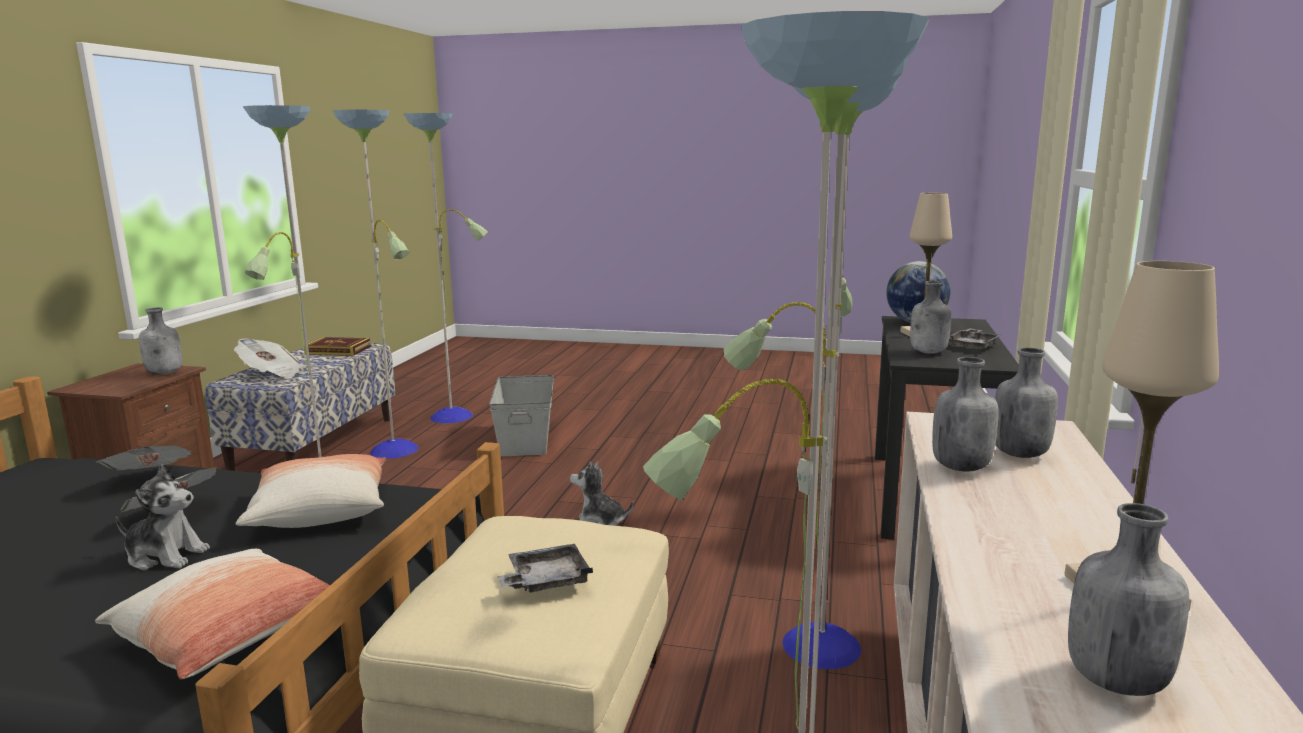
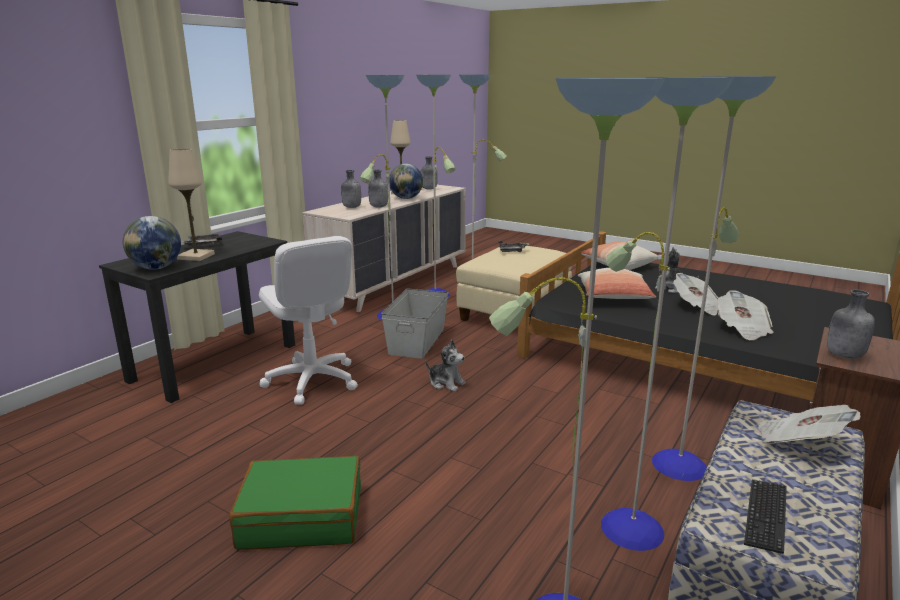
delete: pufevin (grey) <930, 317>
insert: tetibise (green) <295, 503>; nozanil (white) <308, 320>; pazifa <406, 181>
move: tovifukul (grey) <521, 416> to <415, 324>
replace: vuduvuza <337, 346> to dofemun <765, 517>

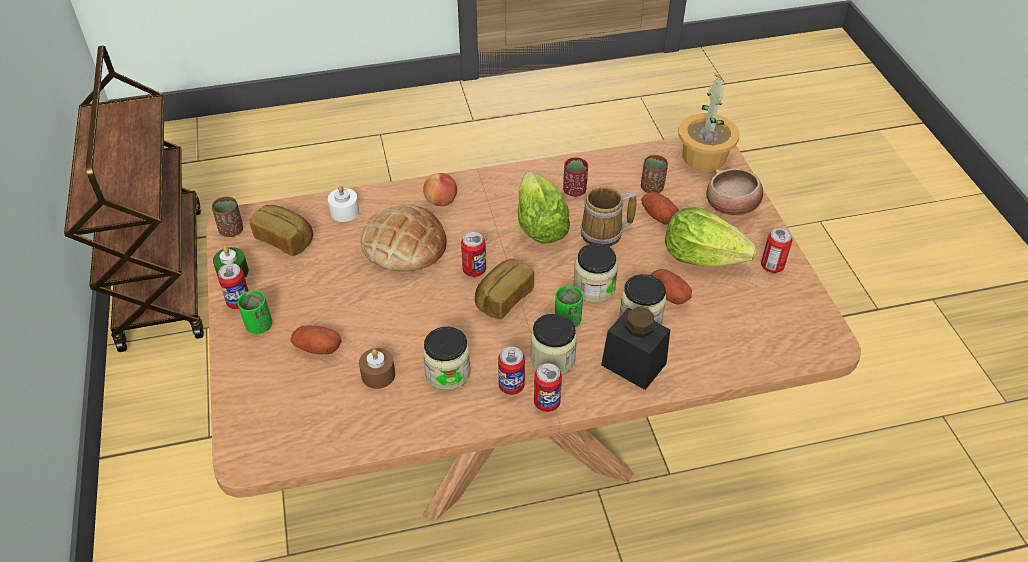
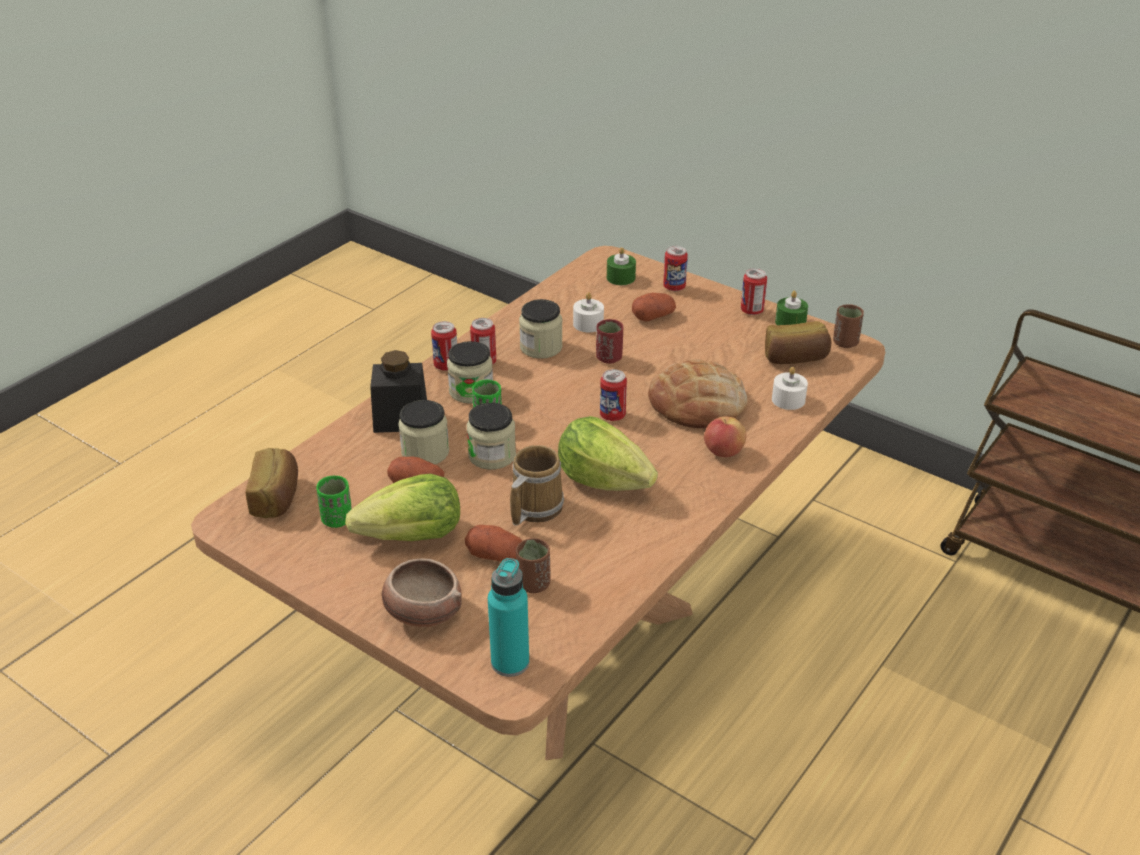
insert: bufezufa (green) <621, 266>
move: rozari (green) <254, 312> to <334, 502>; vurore <504, 289> to <271, 483>; rozari (red) <575, 177> to <609, 341>; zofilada <776, 250> to <675, 268>
replace: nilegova <709, 121> to pufevin (turquoise) <508, 617>
recolor: bufezufa (brown) <377, 368> to bufezufa (white) <588, 312>

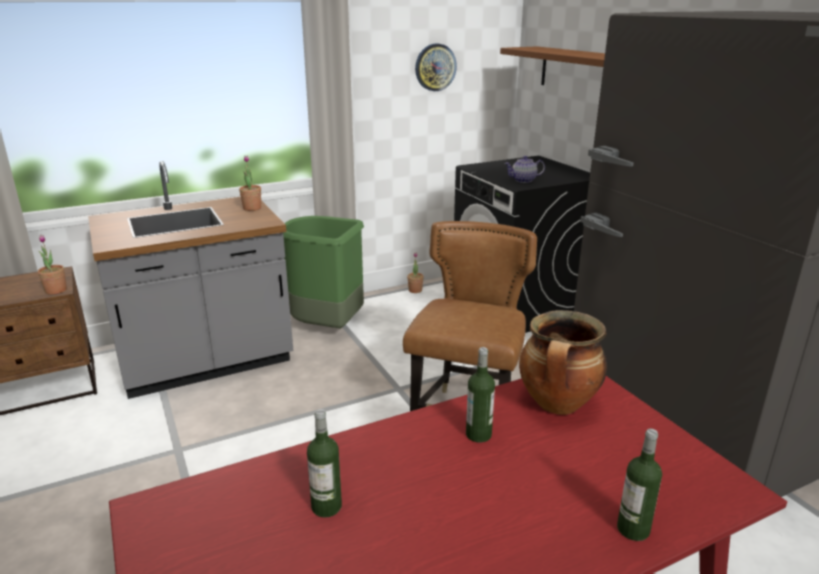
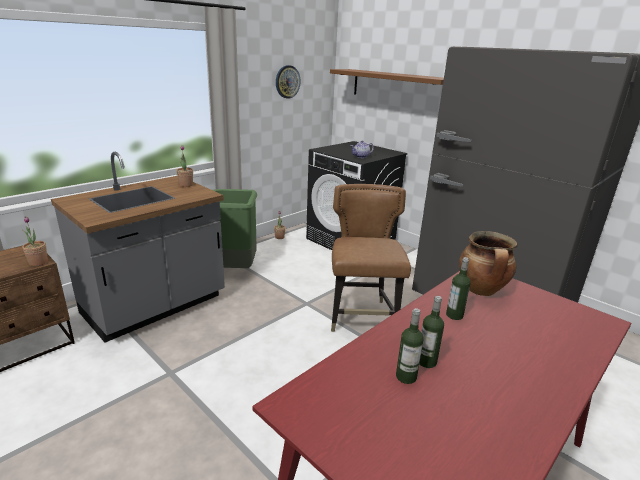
move: pufevin <639, 485> to <431, 332>

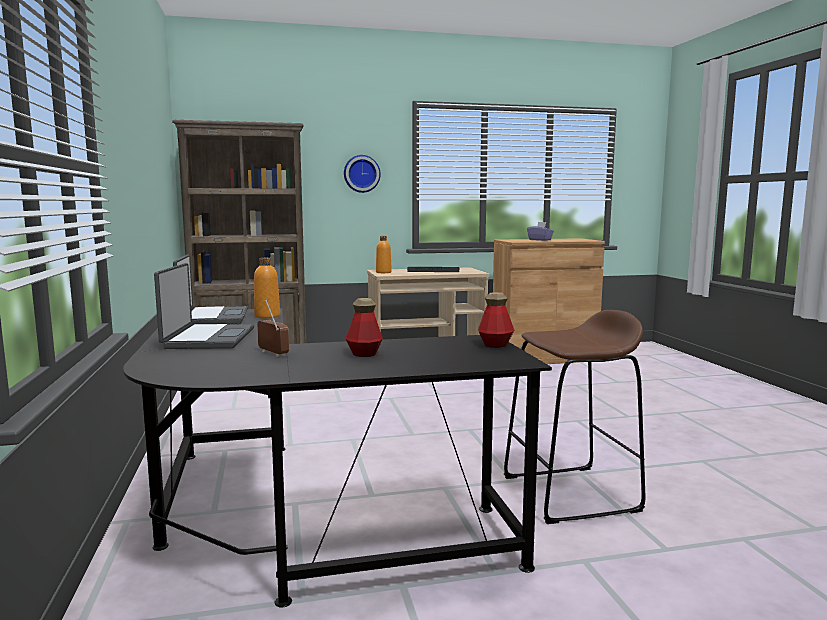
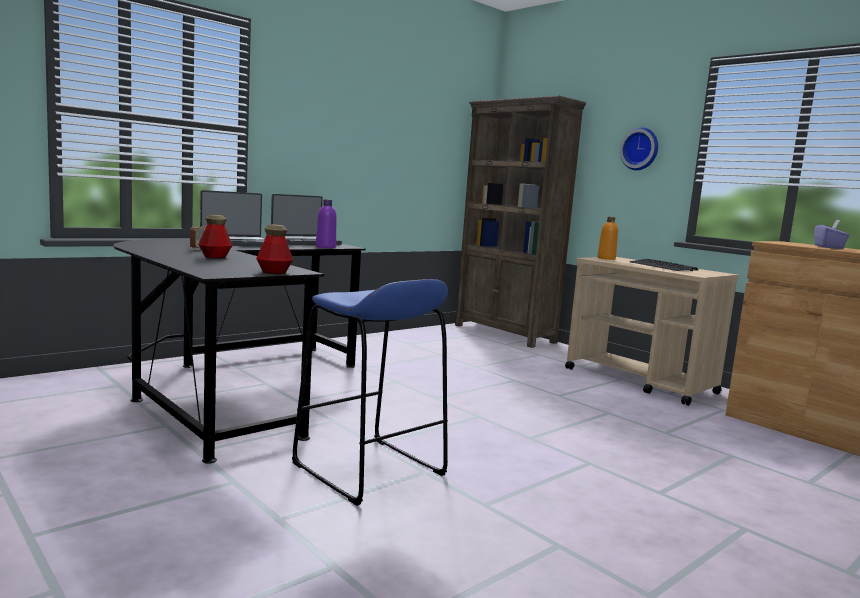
recolor: pufevin (orange) <267, 287> to pufevin (purple) <326, 224>; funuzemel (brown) <575, 417> to funuzemel (blue) <370, 392>

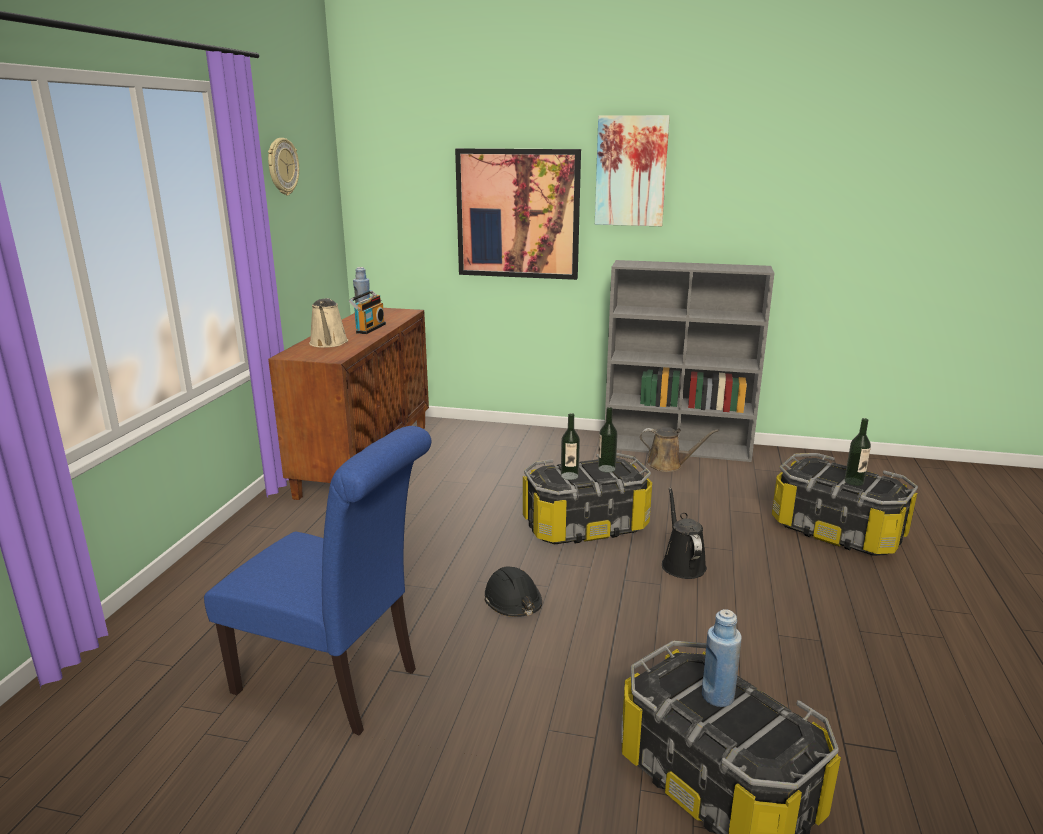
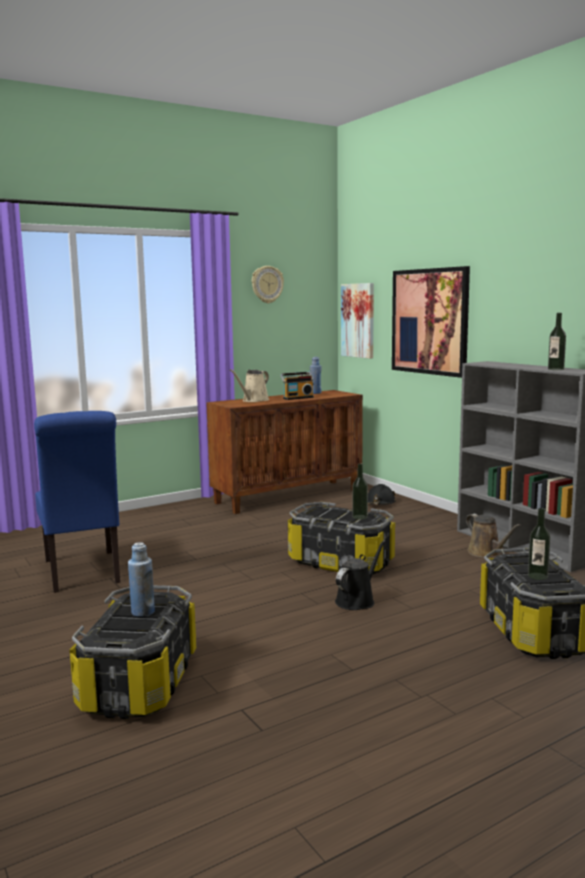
move: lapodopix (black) <513, 591> to <382, 494>; pufevin <570, 446> to <557, 341>; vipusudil <632, 170> to <357, 321>

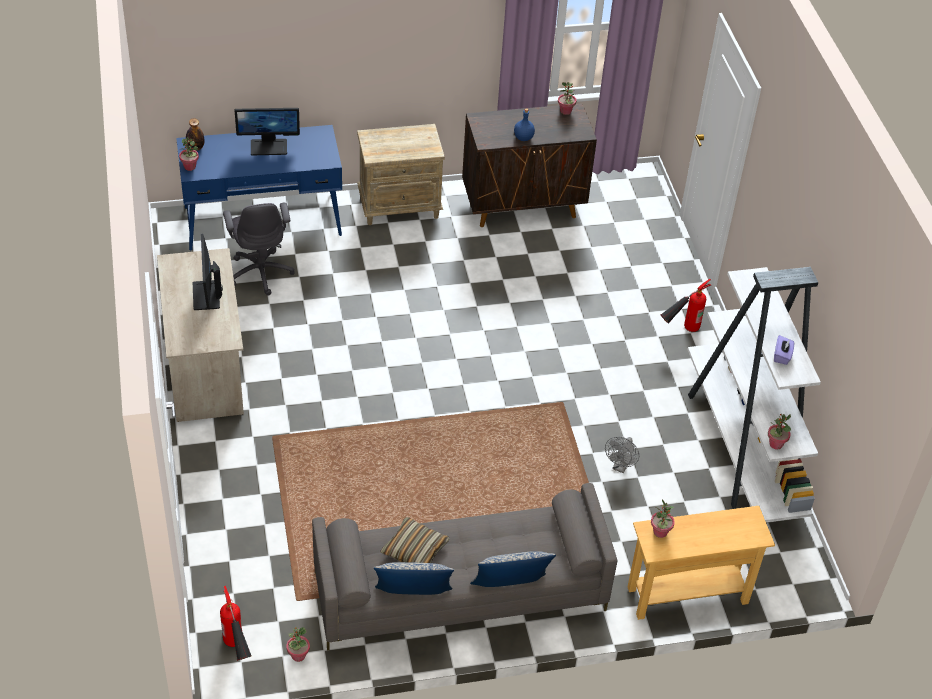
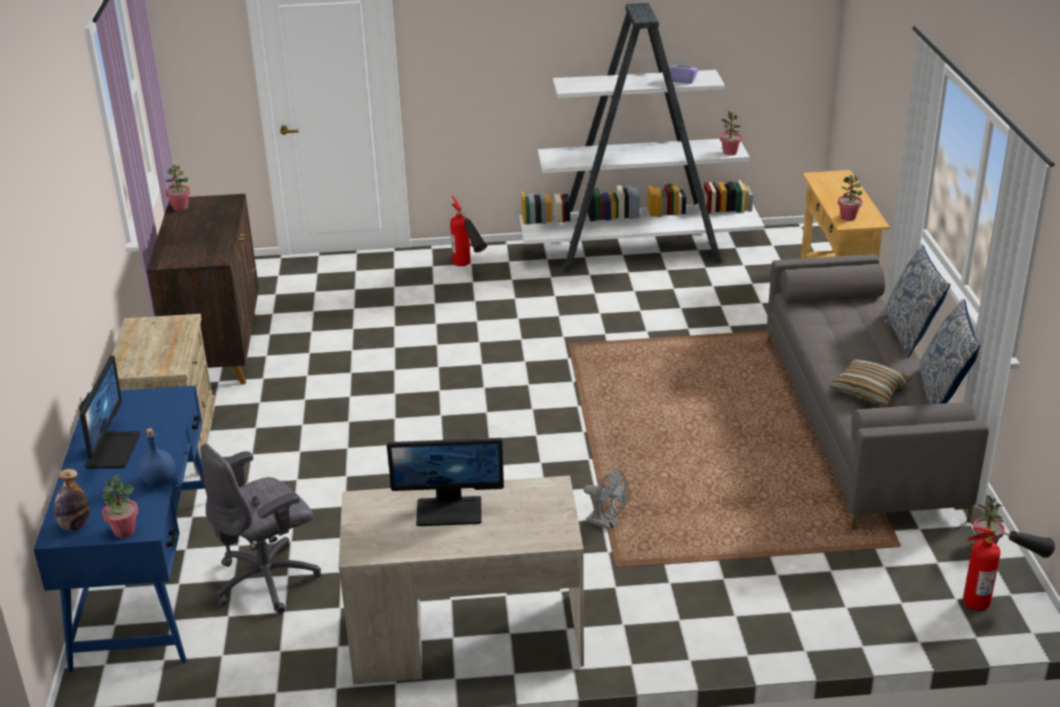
move: pufevin (blue) <524, 124> to <156, 457>; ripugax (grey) <622, 455> to <606, 499>
rotate: nozanil (grey) <259, 249> = <260, 528> 150 degrees clockwise

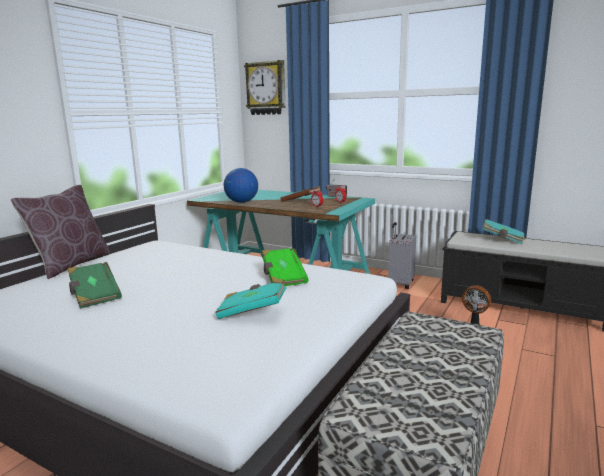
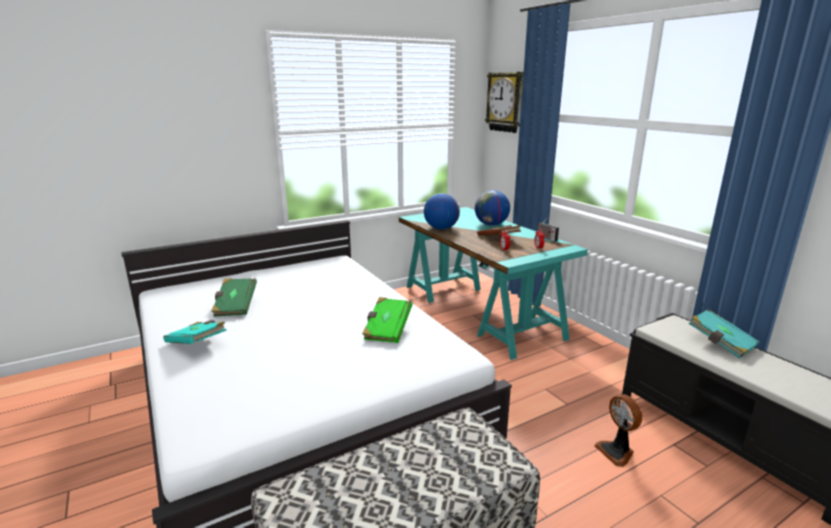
delete: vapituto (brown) <61, 232>; tetibise (grey) <402, 255>
insert: pazifa <492, 208>
move: vuduvuza (turquoise) <250, 299> to <194, 332>

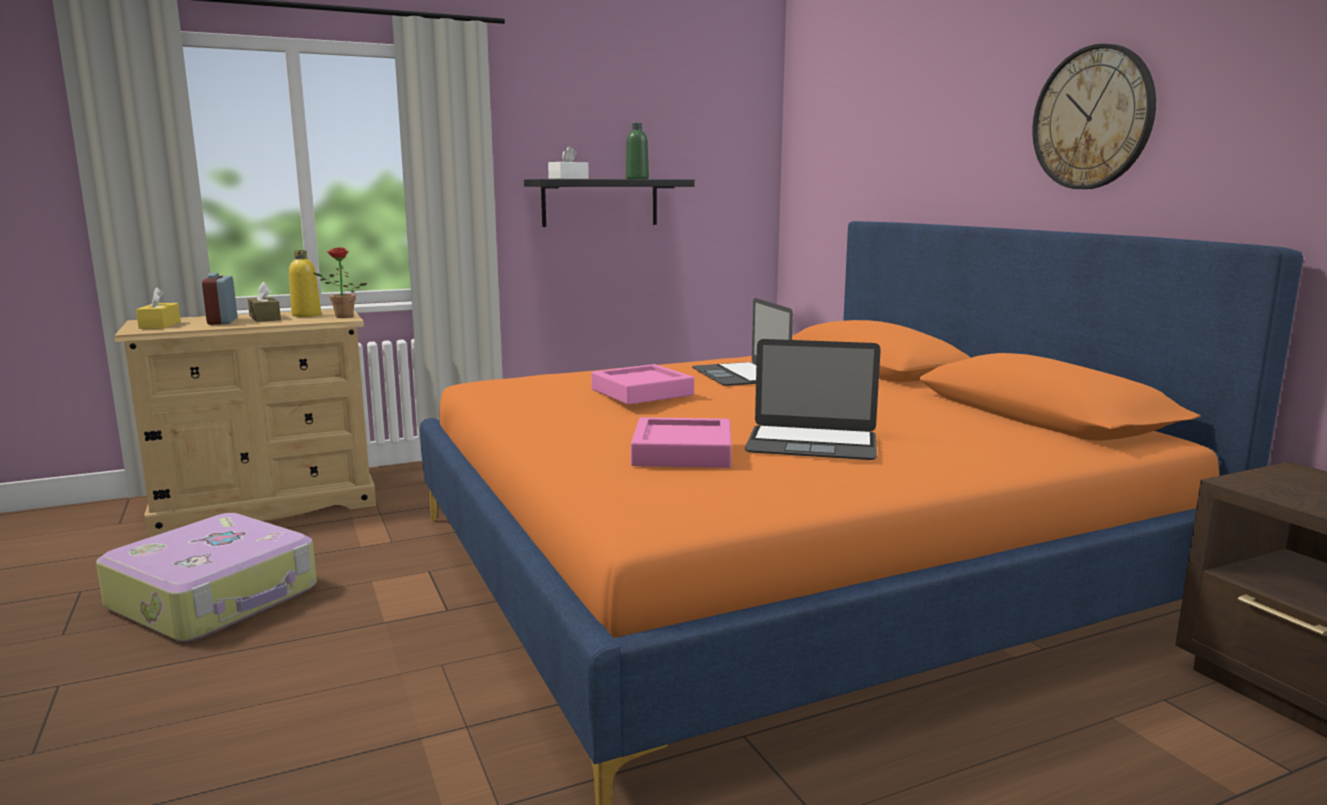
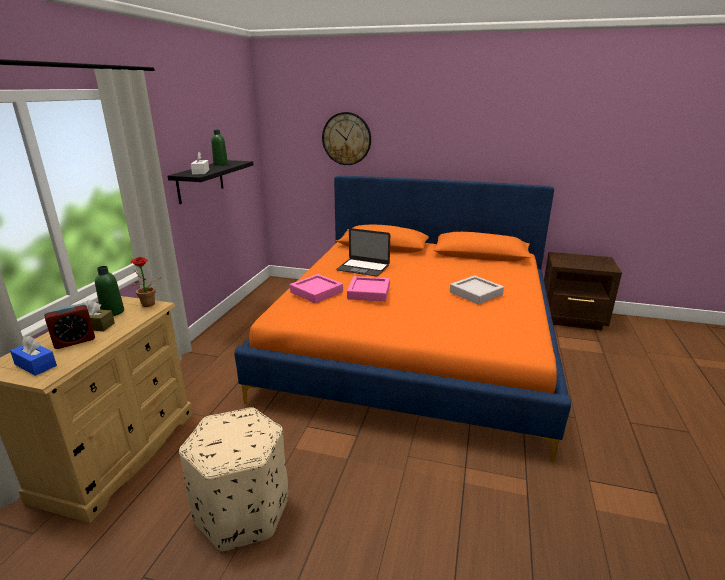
move: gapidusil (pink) <681, 442> to <316, 288>; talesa <1094, 116> to <346, 138>
replace: tetibise <206, 577> to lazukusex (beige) <233, 479>; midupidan <813, 399> to gapidusil (grey) <477, 290>
recolor: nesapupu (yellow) <158, 308> to nesapupu (blue) <33, 356>; pufevin (yellow) <305, 283> to pufevin (green) <109, 291>
rotate: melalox <219, 299> = <69, 326> 60 degrees counterclockwise

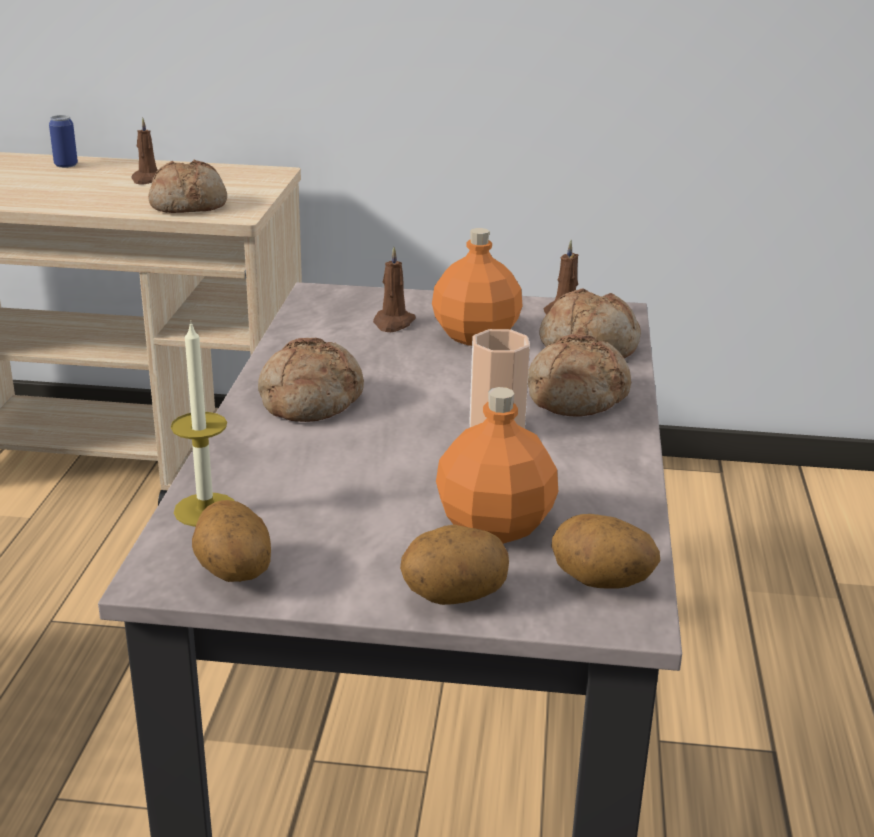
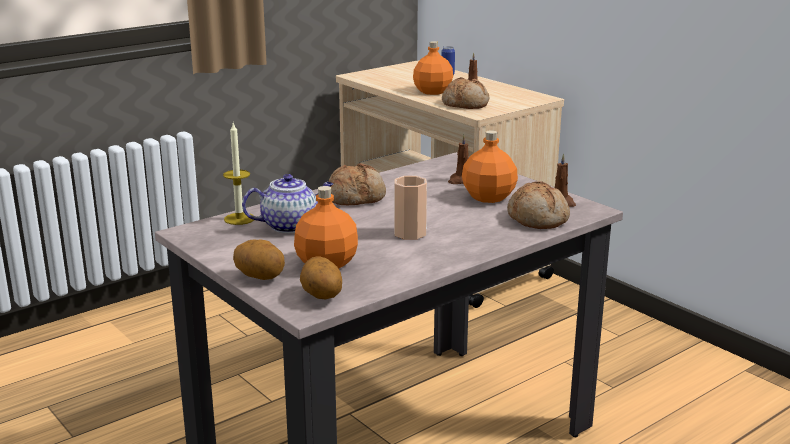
delete: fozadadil <231, 541>; vurore <579, 375>
insert: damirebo <287, 203>; pufevin (orange) <433, 68>

